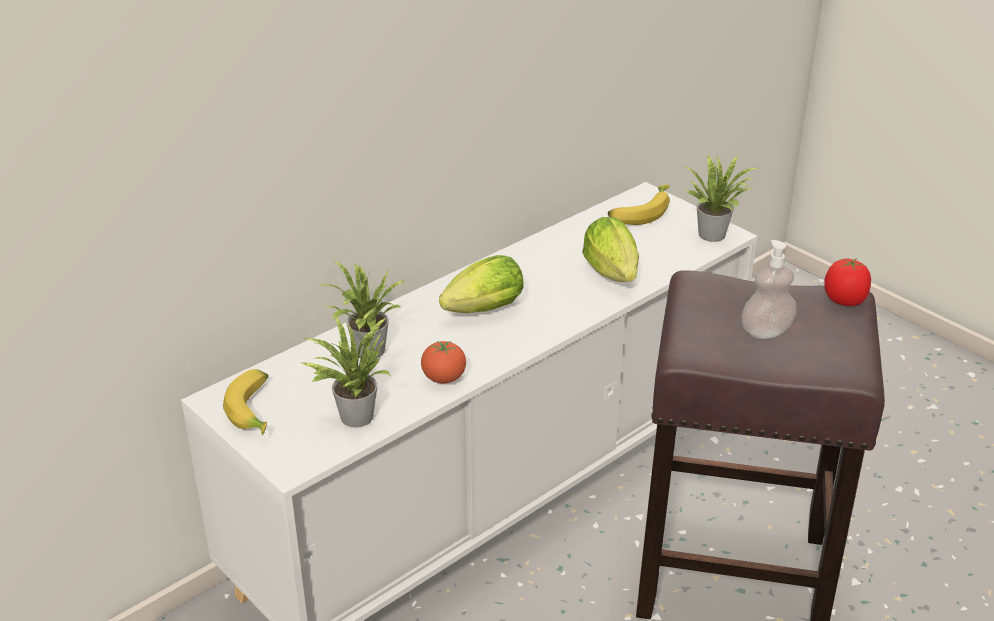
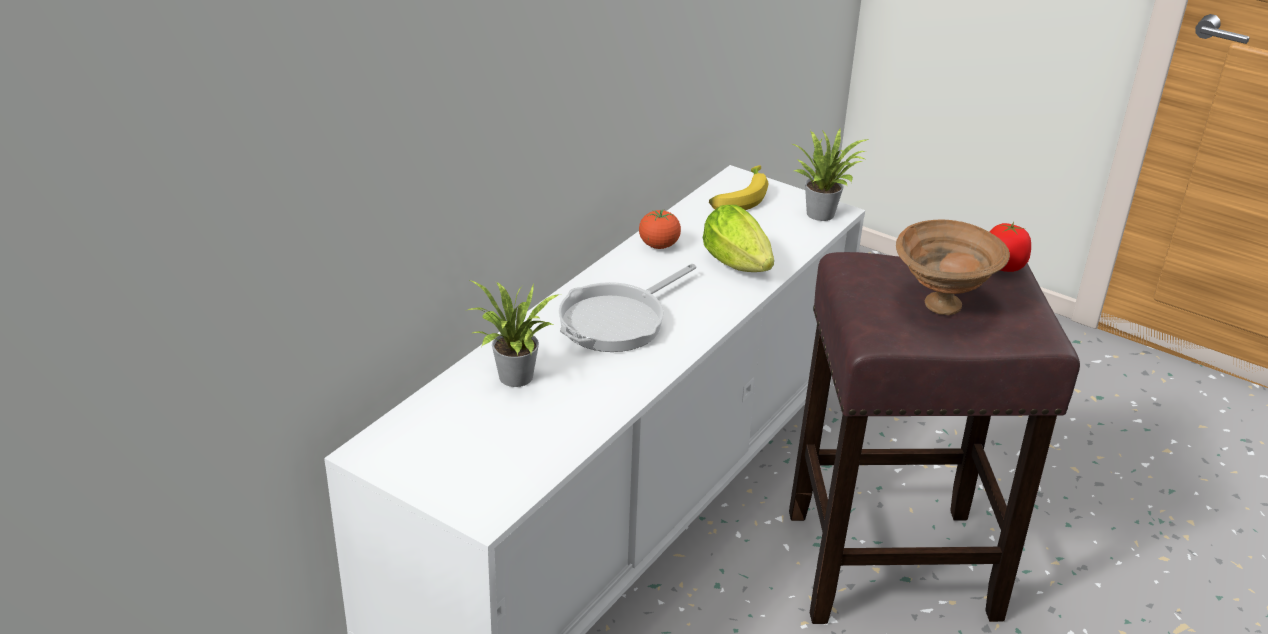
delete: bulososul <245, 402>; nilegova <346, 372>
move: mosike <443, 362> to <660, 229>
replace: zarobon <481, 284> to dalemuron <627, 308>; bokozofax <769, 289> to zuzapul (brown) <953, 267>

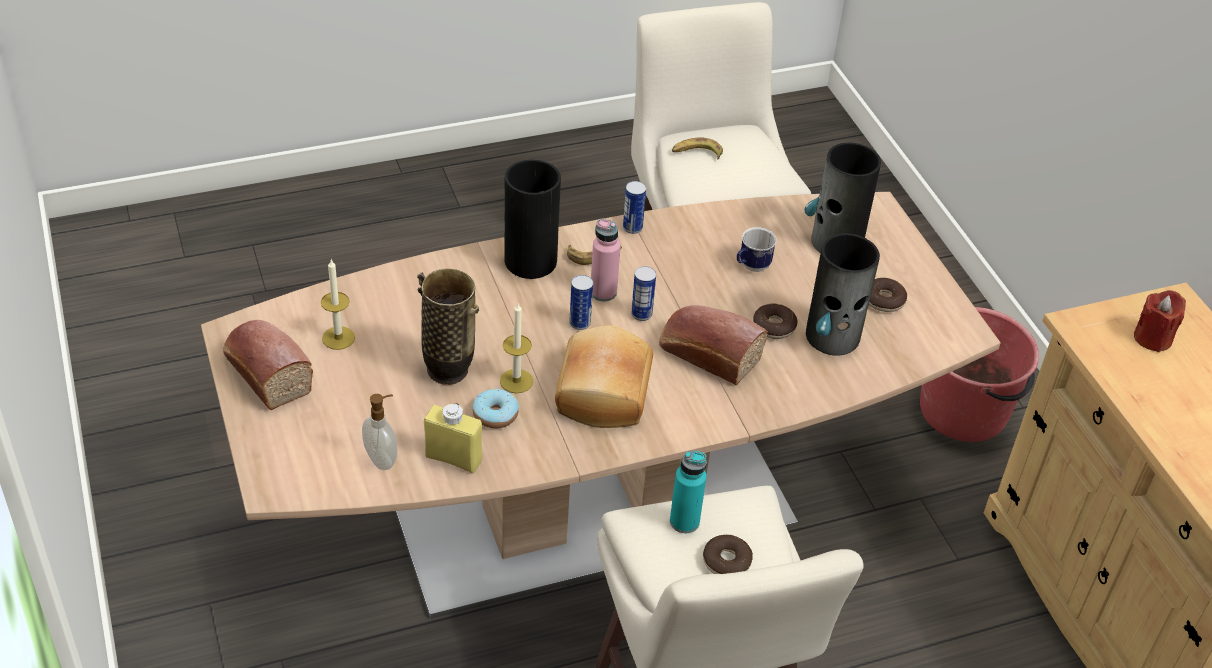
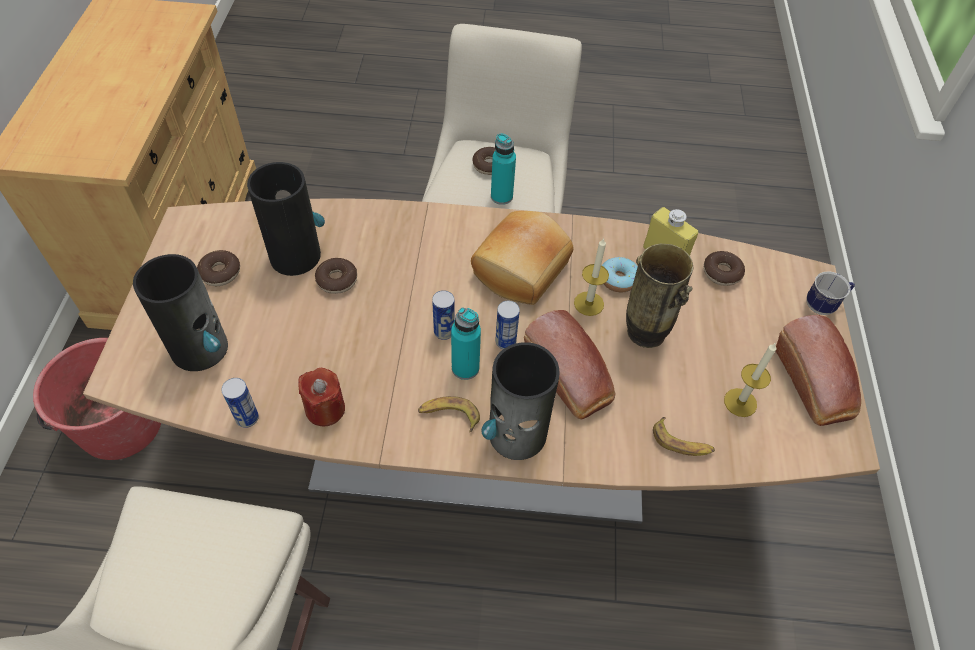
move: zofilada <634, 207> to <240, 403>; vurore <713, 345> to <569, 365>; bulososul <697, 148> to <684, 436>; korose <757, 249> to <831, 293>; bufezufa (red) <1160, 321> to <321, 397>
replace: bokozofax <379, 432> to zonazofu <724, 268>
recolor: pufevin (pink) <606, 260> to pufevin (turquoise) <466, 343>

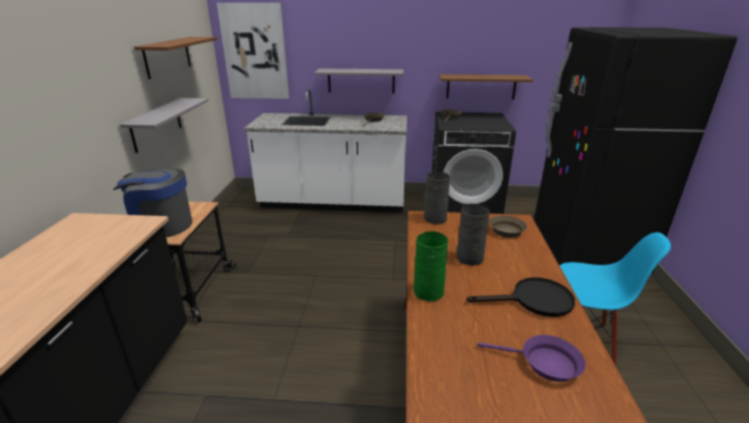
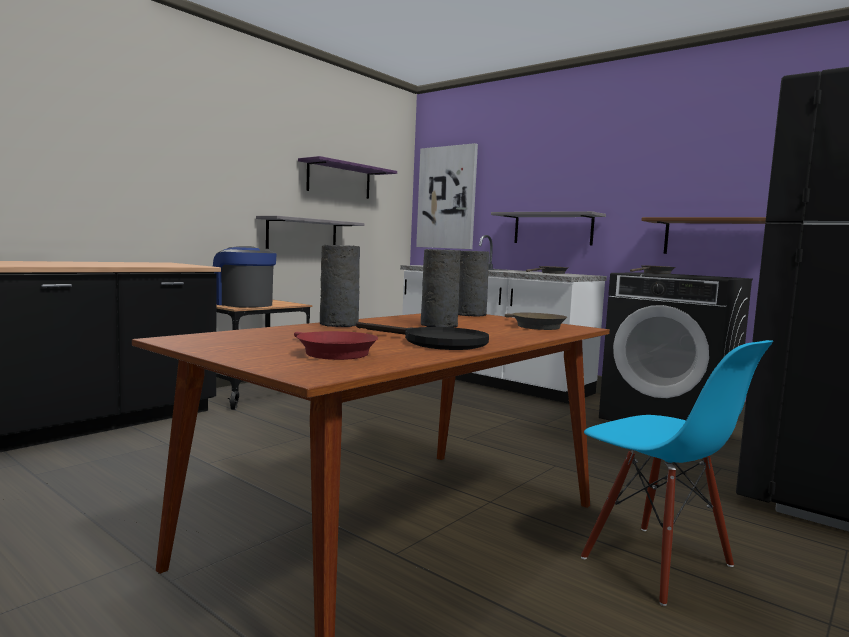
recolor: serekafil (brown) <175, 58> to serekafil (purple) <347, 177>; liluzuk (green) <431, 266> to liluzuk (grey) <340, 286>; dalemuron (purple) <531, 358> to dalemuron (red) <336, 345>

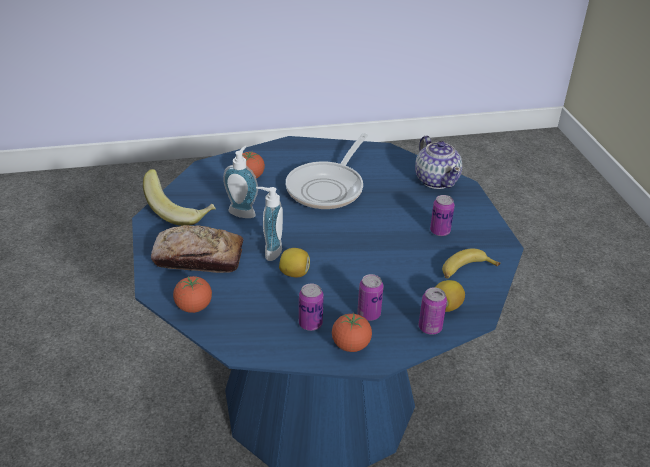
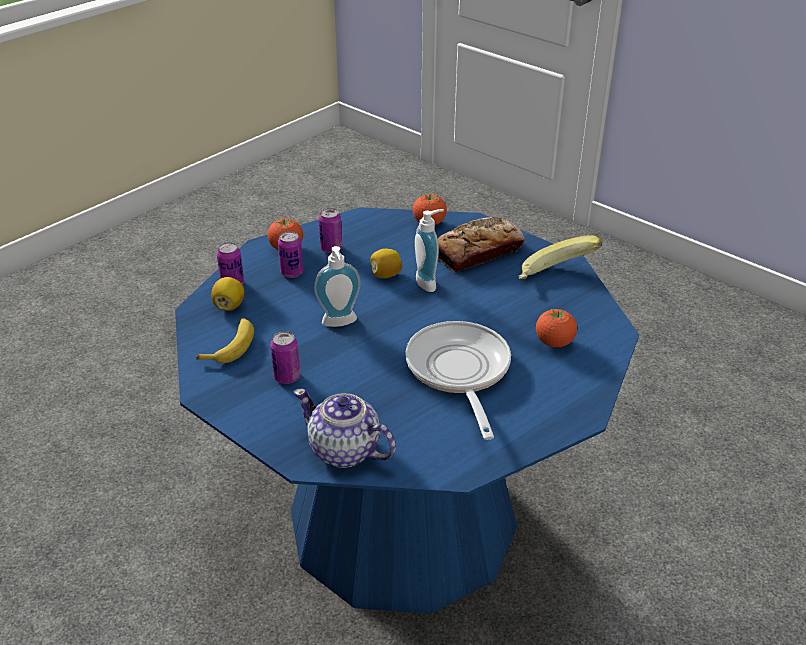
move: bokozofax <240, 182> to <337, 286>

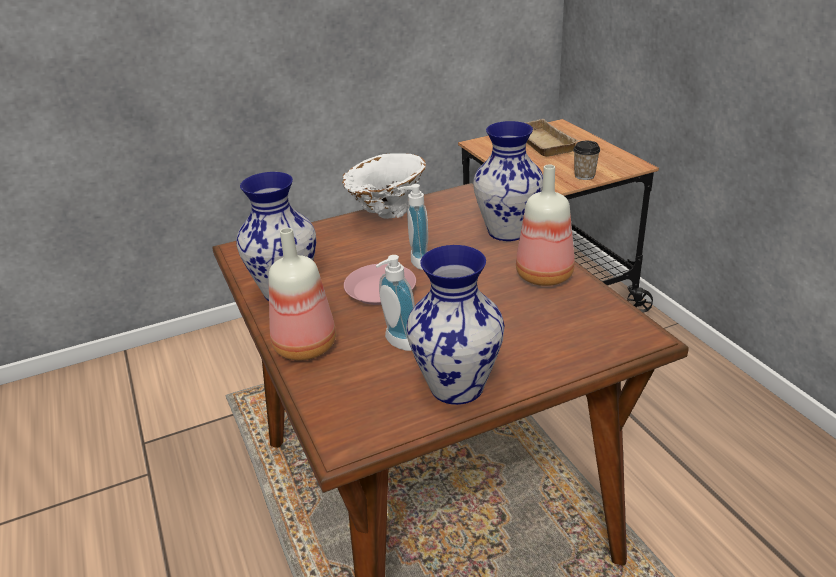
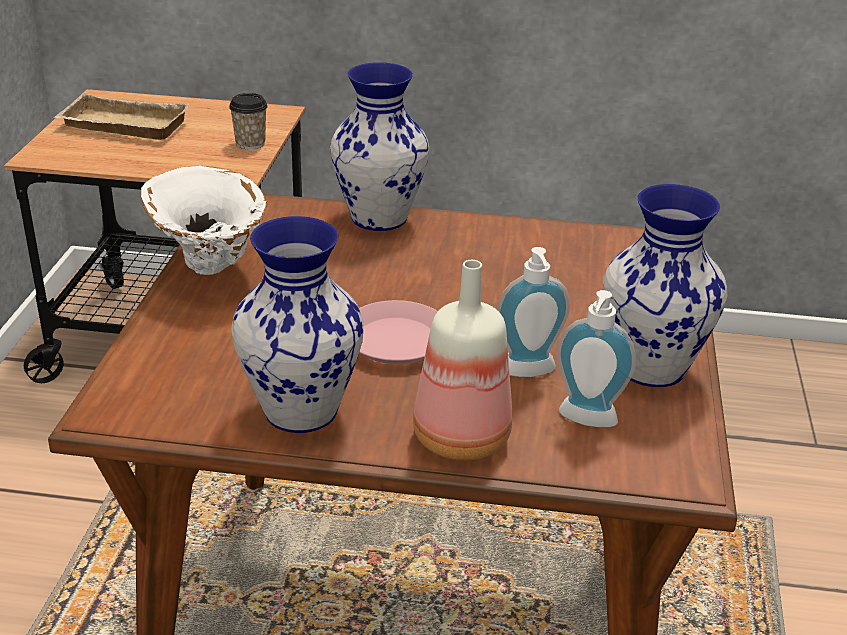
delete: pufevin <545, 225>
move: bokozofax <412, 227> to <596, 358>

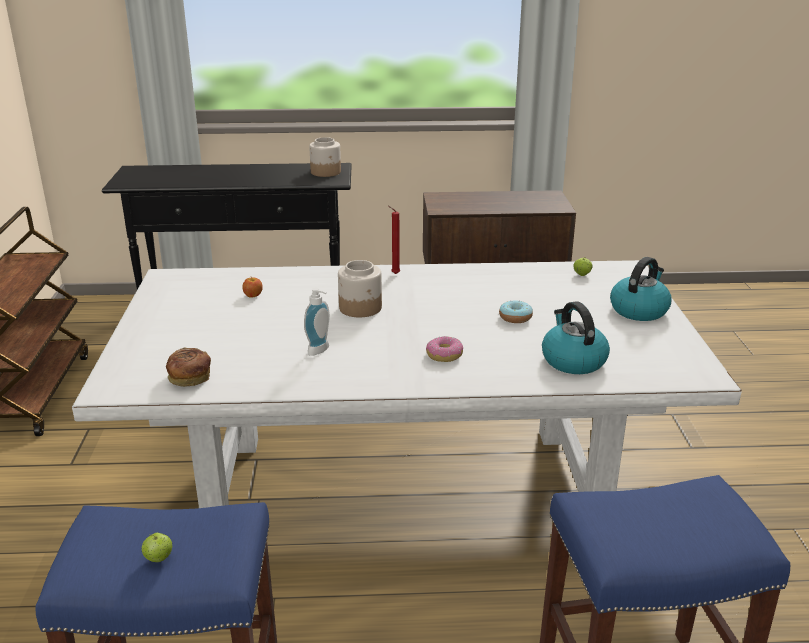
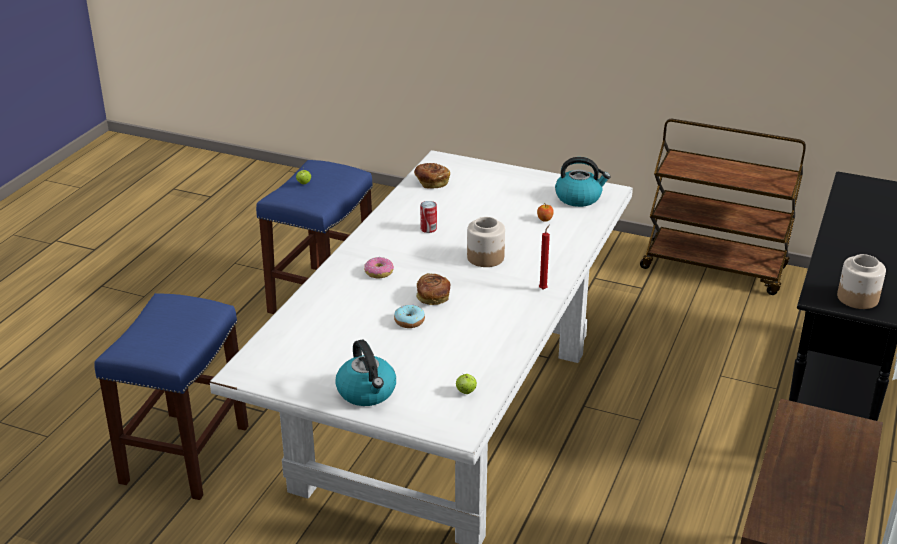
insert: vurore <433, 289>
move: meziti <576, 338> to <583, 182>
replace: bokozofax <317, 322> to zofilada <428, 217>

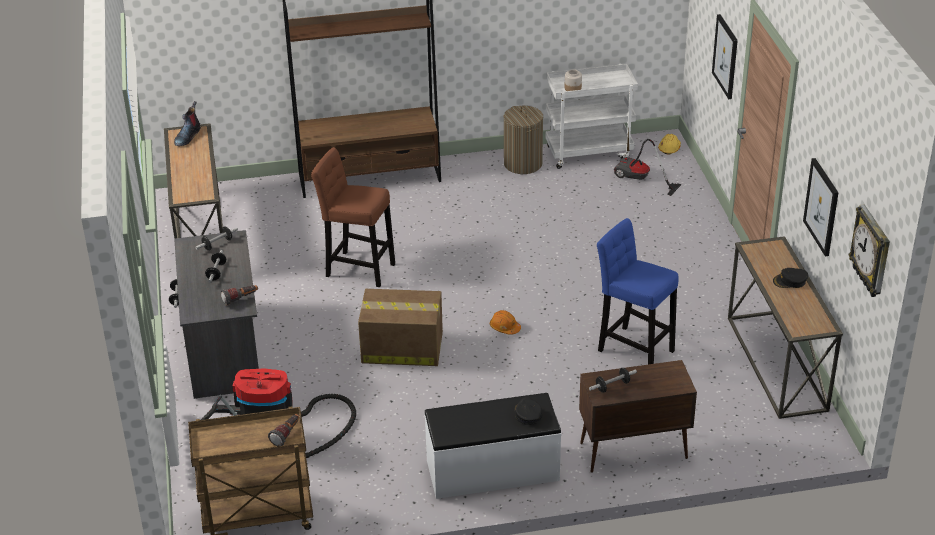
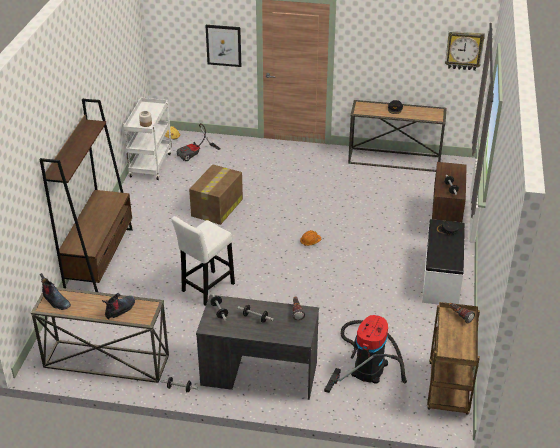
delete: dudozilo <523, 140>; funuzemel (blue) <638, 291>; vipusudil <821, 207>
insert: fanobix <118, 306>
move: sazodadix <400, 327> to <216, 194>
recolor: funuzemel (brown) <353, 217> to funuzemel (white) <203, 261>

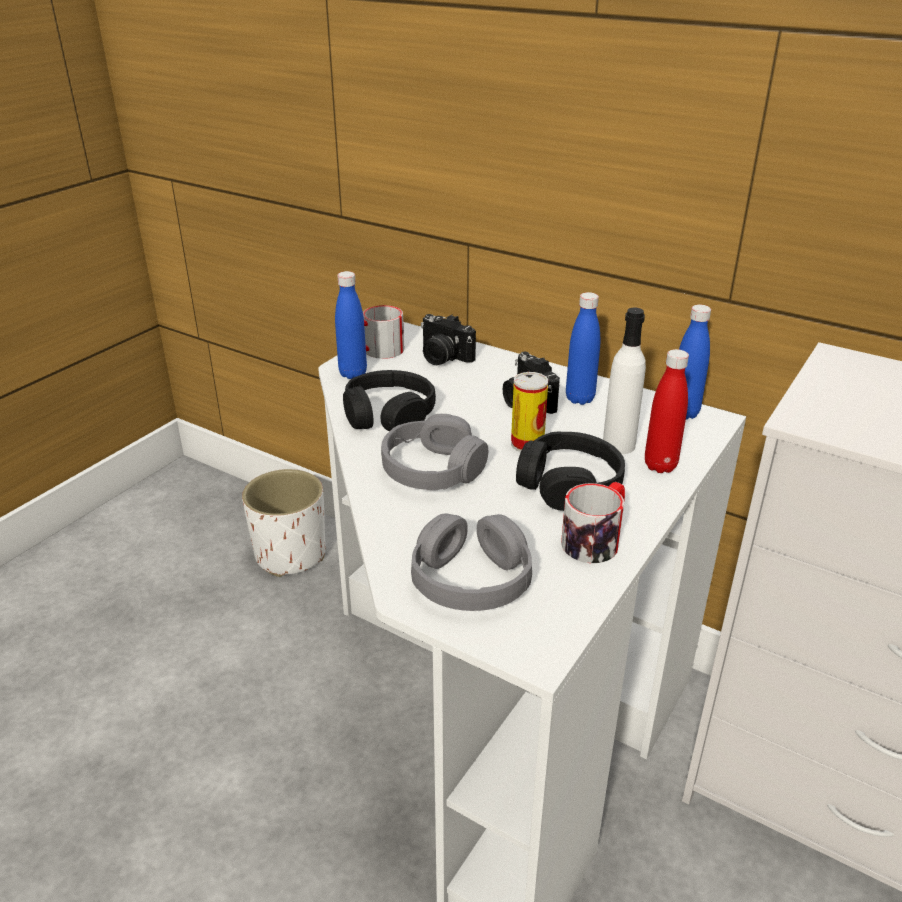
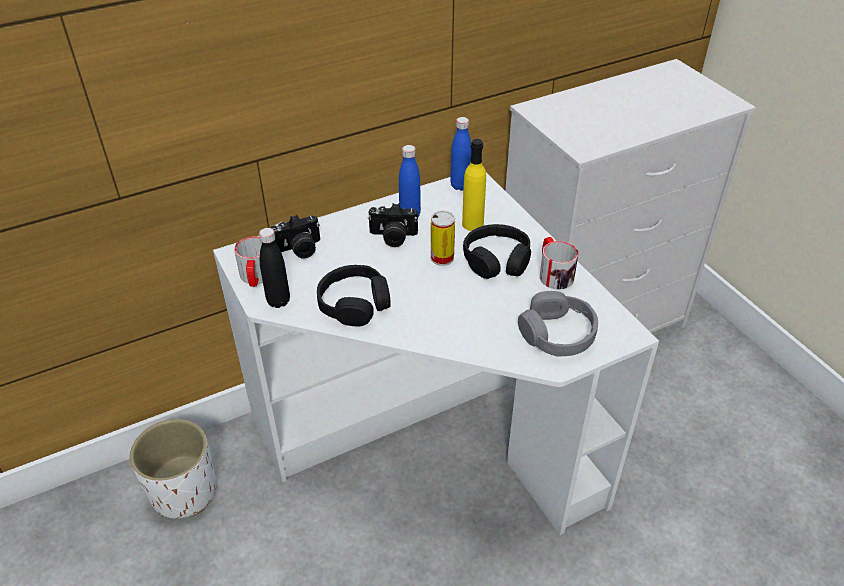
delete: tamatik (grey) <434, 452>; pufevin (red) <667, 411>
recolor: pufevin (blue) <351, 325> to pufevin (black) <274, 268>; pufevin (white) <624, 380> to pufevin (yellow) <474, 185>

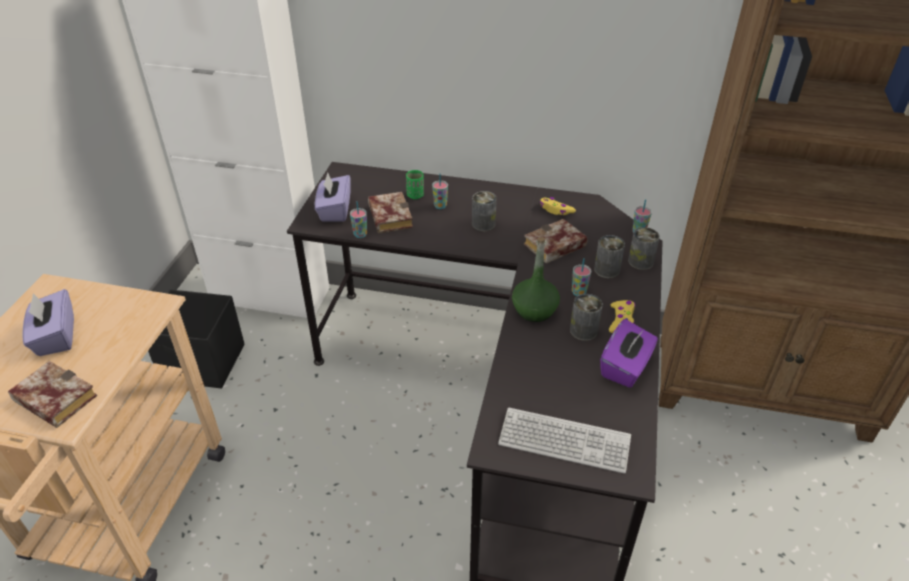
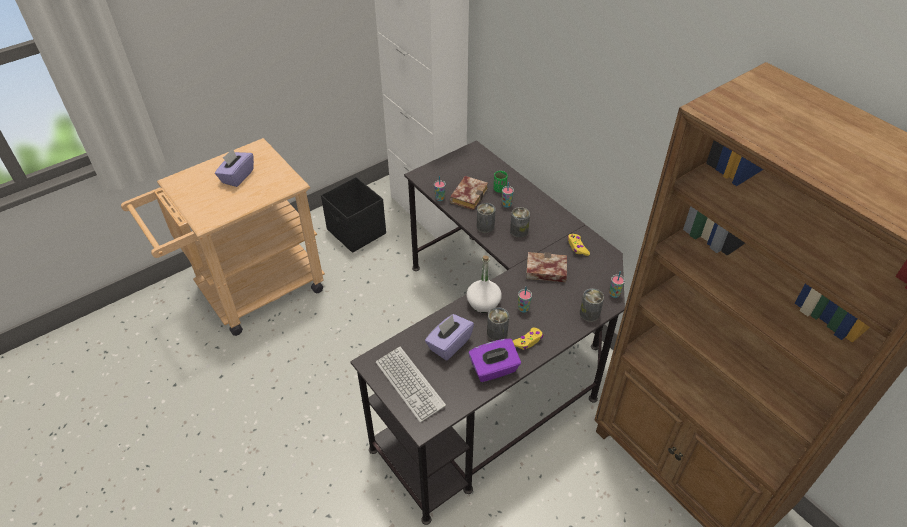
delete: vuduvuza <52, 394>
move: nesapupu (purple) <332, 197> to <449, 337>; zofilada <609, 256> to <486, 218>
recolor: pufevin (green) <536, 279> to pufevin (white) <484, 284>

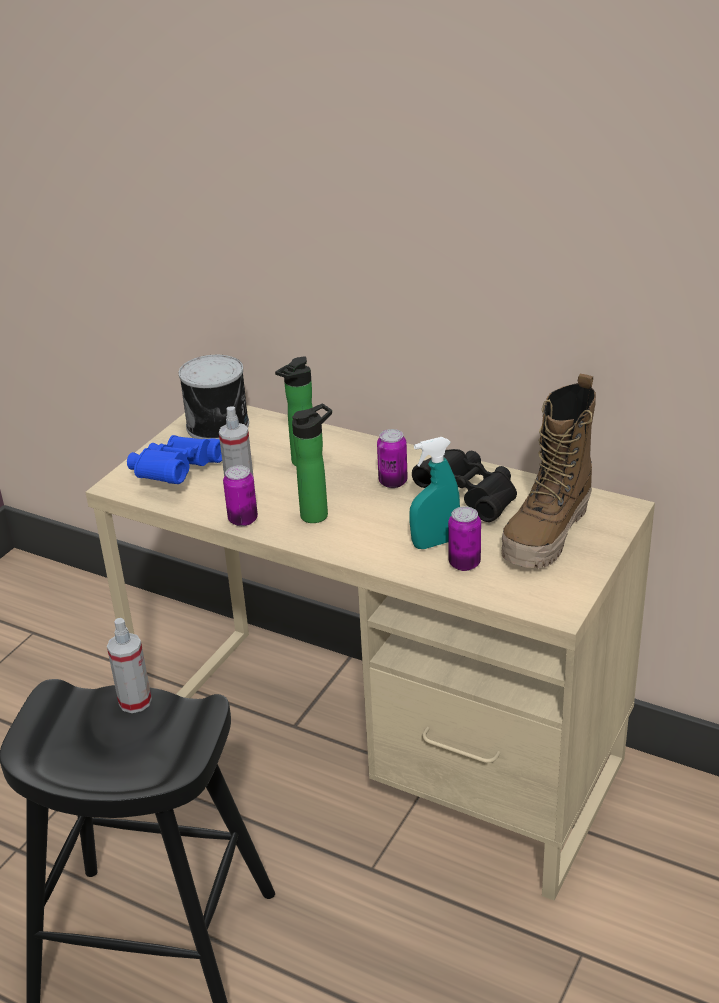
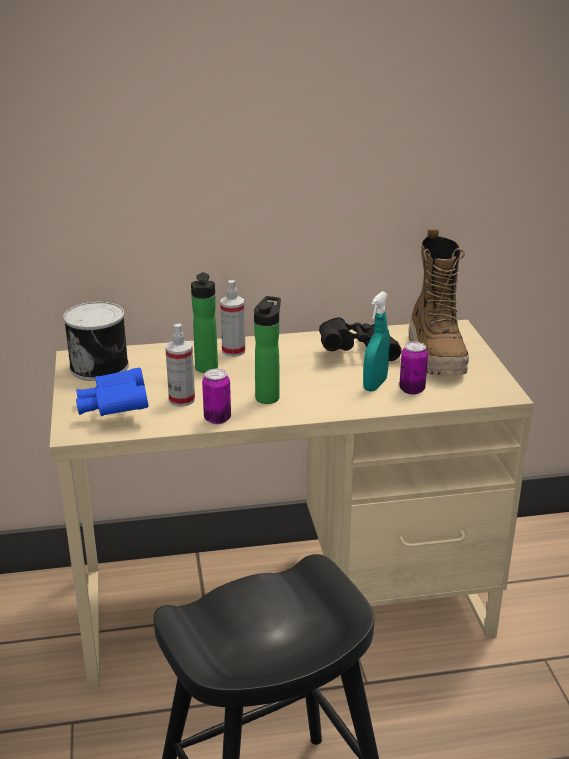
delete: zofilada <392, 458>
move: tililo <129, 665> to <232, 318>

